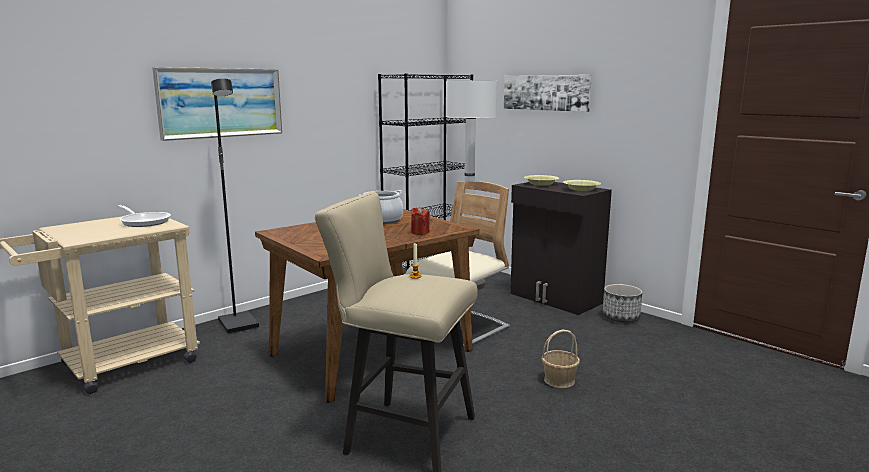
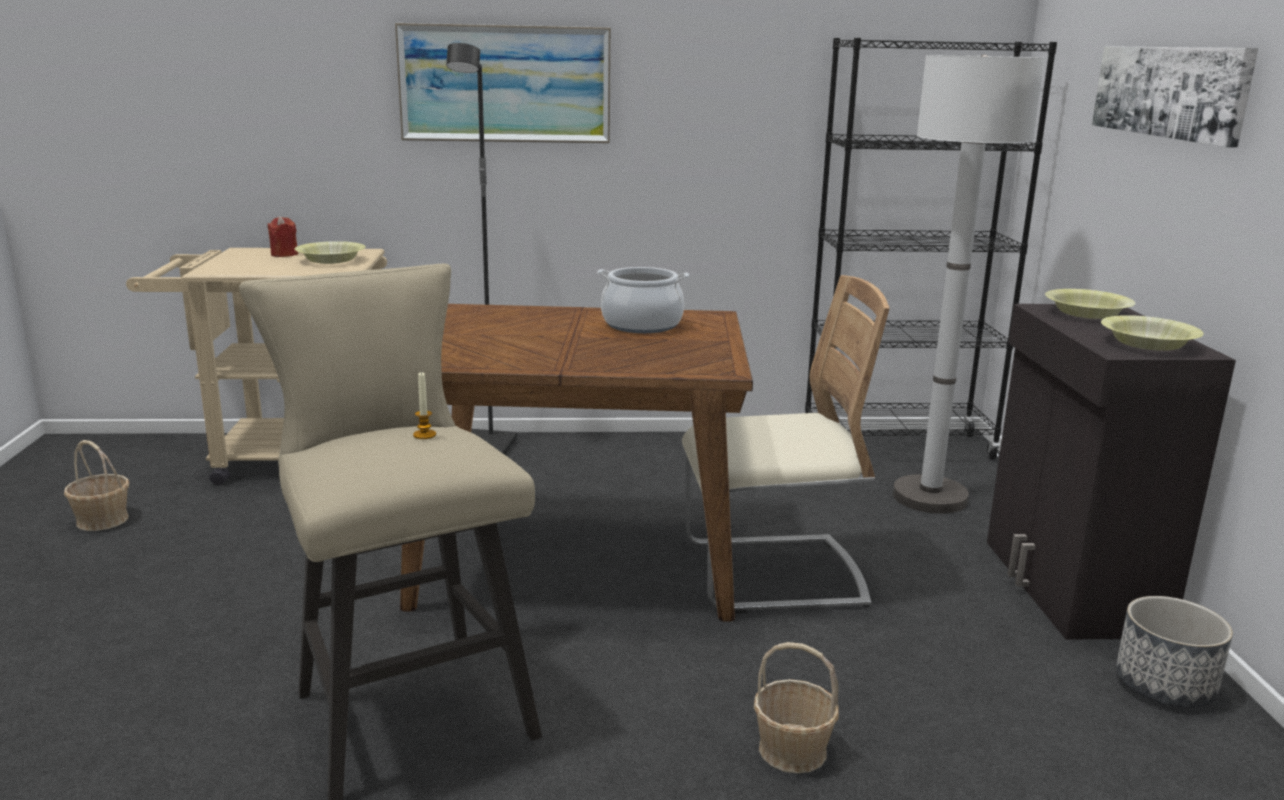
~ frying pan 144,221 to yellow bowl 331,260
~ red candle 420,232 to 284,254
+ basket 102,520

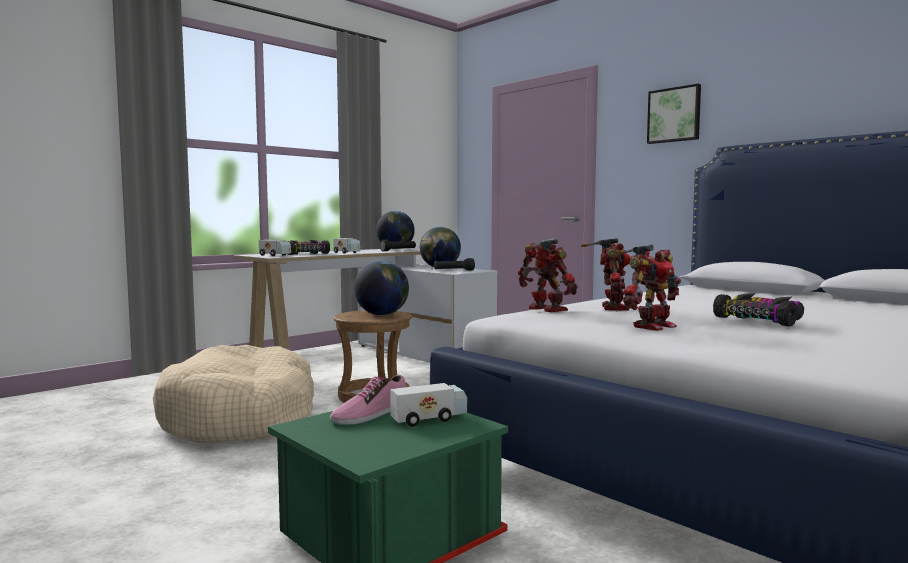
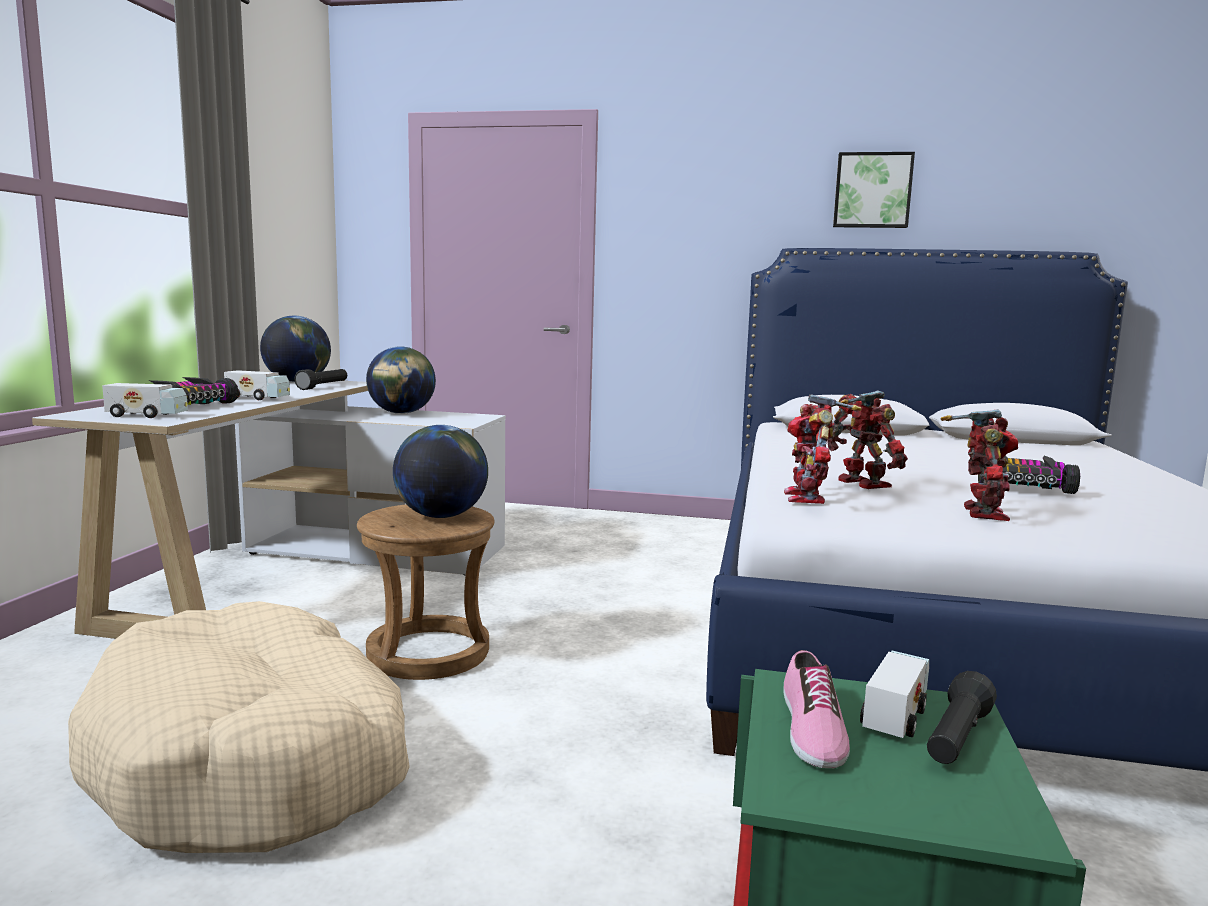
~ black flashlight 454,270 to 956,738
~ toy robot 545,309 = 808,497 105 degrees counterclockwise
~ picture 674,115 to 872,190

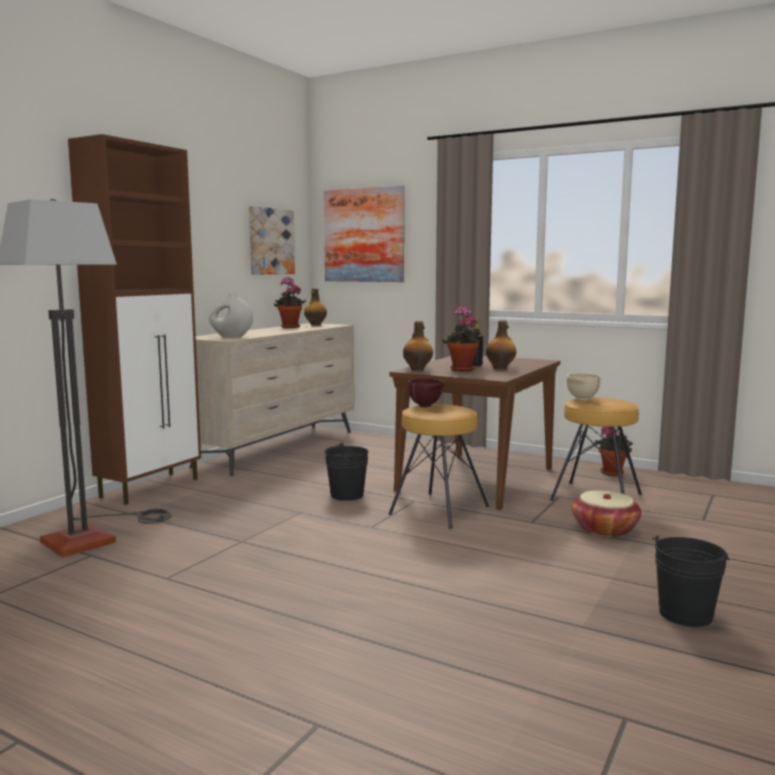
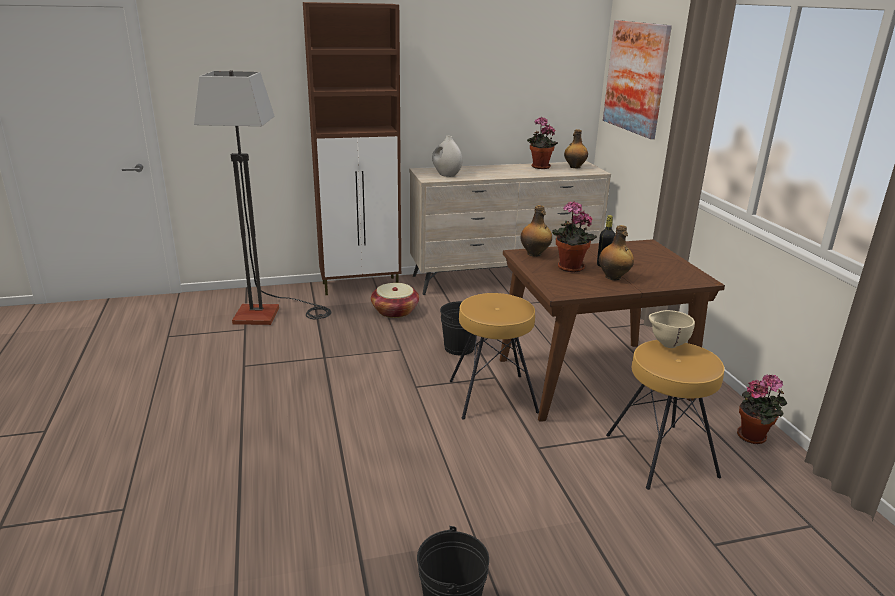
- picture 271,241
- brown bowl 426,406
~ basket 604,529 to 395,311

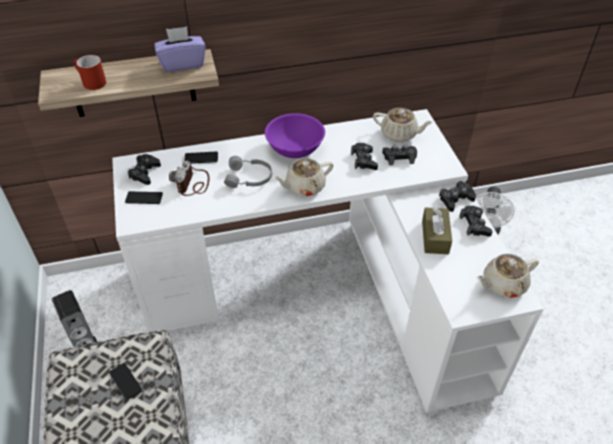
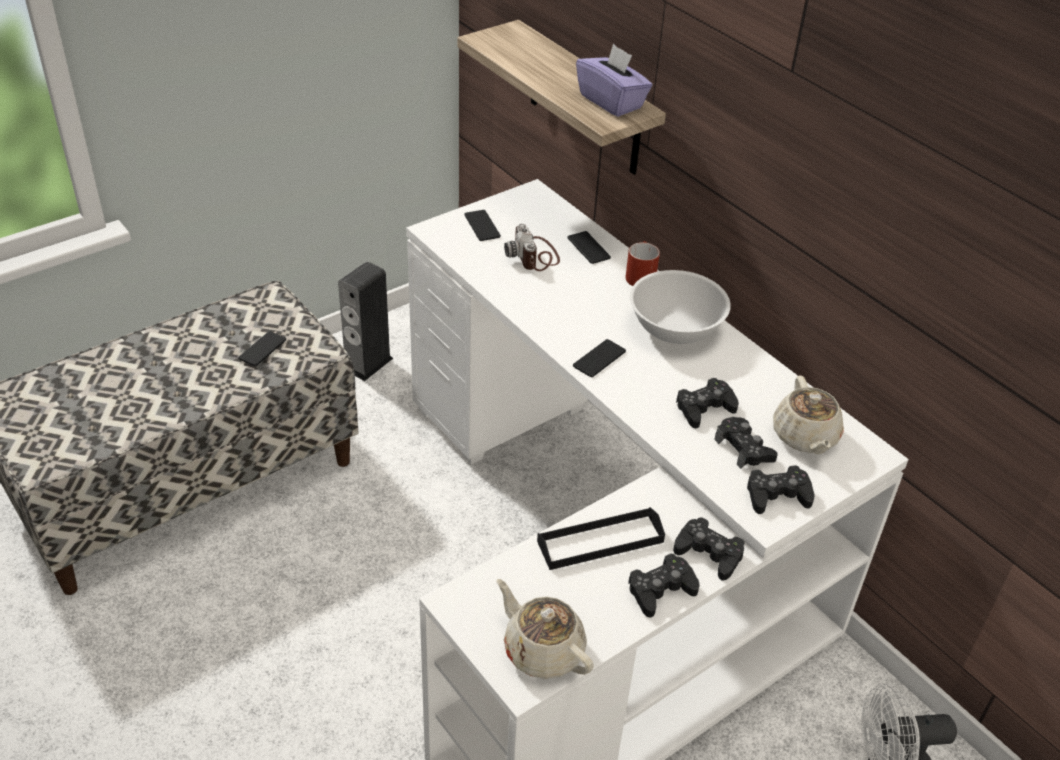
~ red mug 90,82 to 639,275
~ black game controller 145,173 to 777,495
~ photo camera 192,183 = 534,256 90 degrees counterclockwise
- grey headphones 249,178
~ purple bowl 295,149 to white bowl 674,328
~ beige teapot 304,186 to phone 599,359
~ brown tissue box 435,237 to black tray 600,542

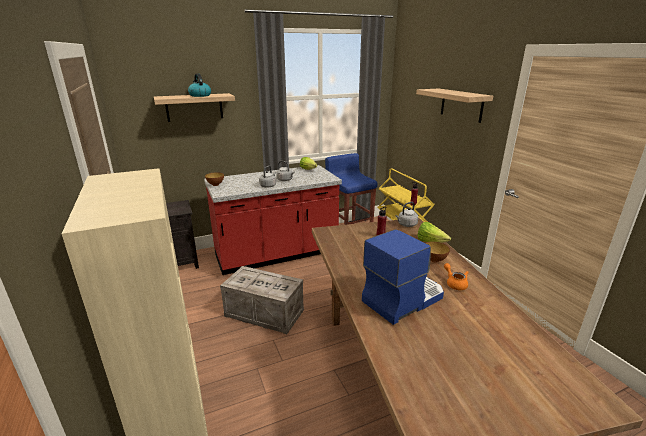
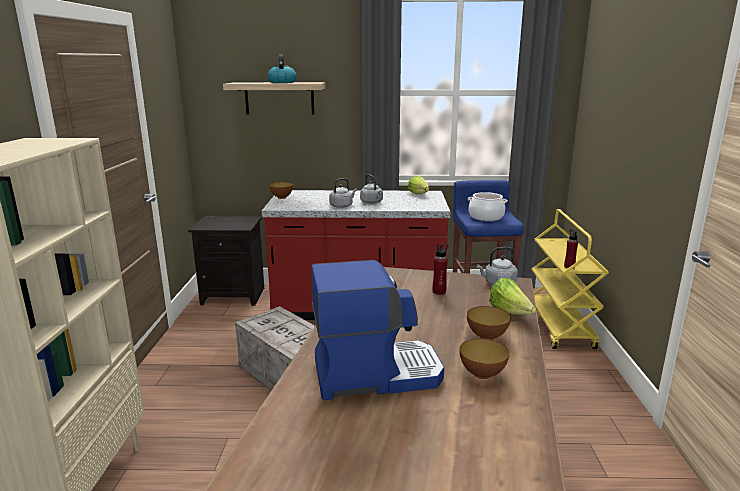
- shelf 461,105
~ orange teapot 455,283 to bowl 482,374
+ cooking pot 485,217

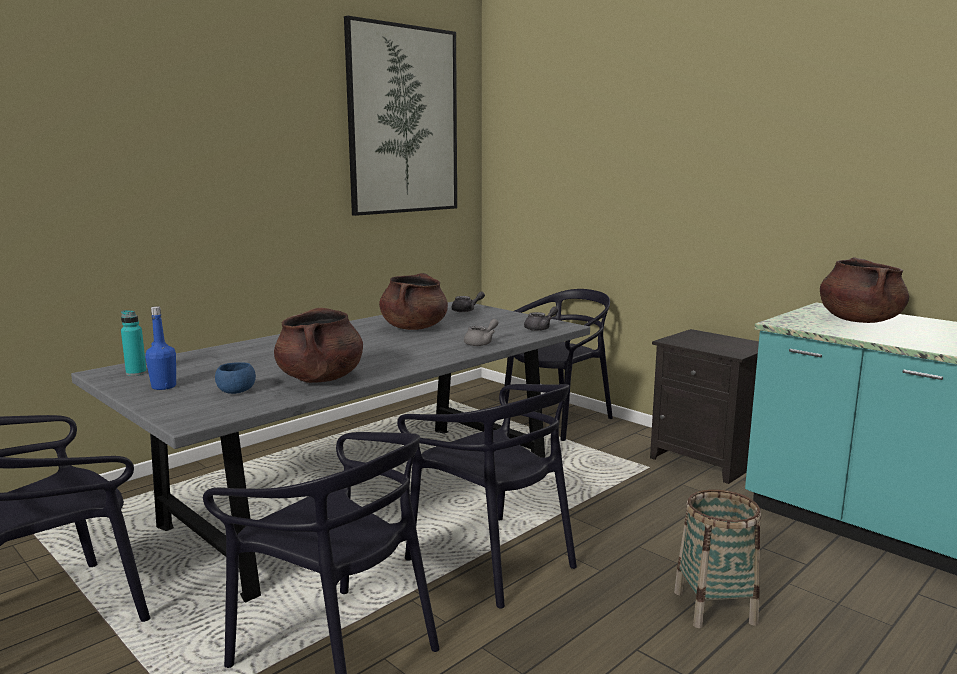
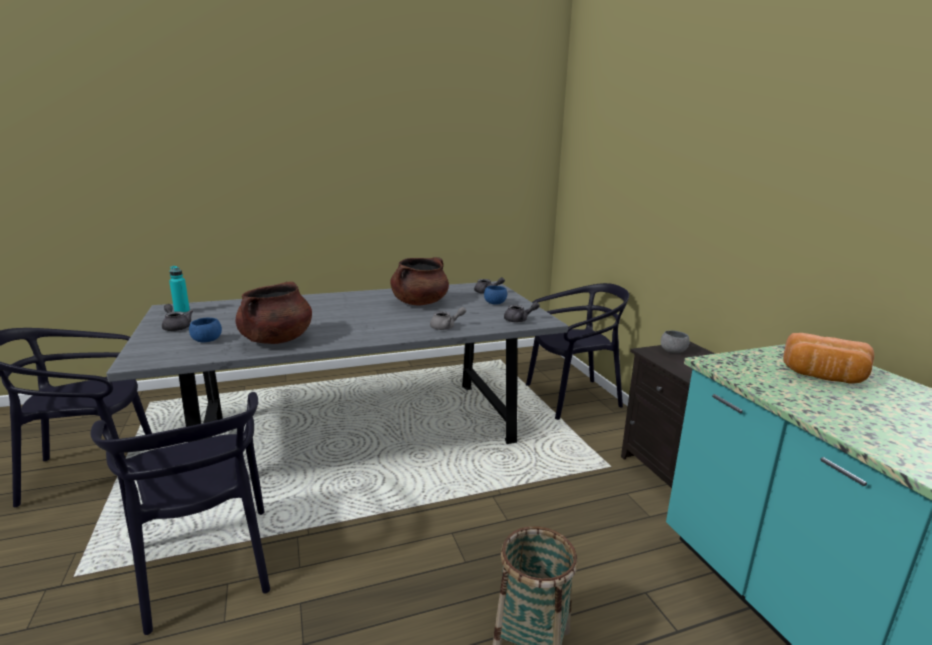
~ blue bottle 164,386 to grey teapot 176,327
- picture 403,120
- black chair 492,560
~ brown cooking pot 859,320 to bread 823,377
+ blue bowl 495,303
+ grey bowl 673,351

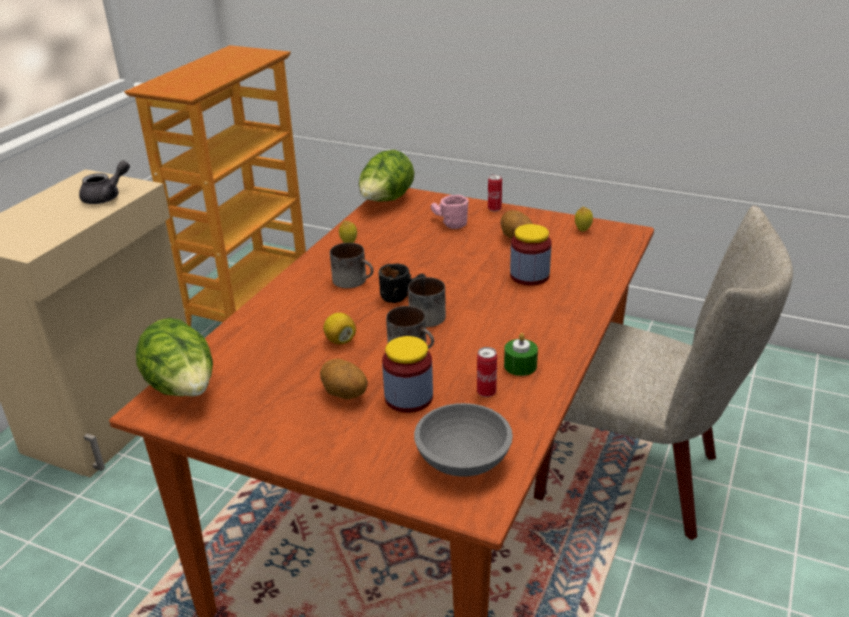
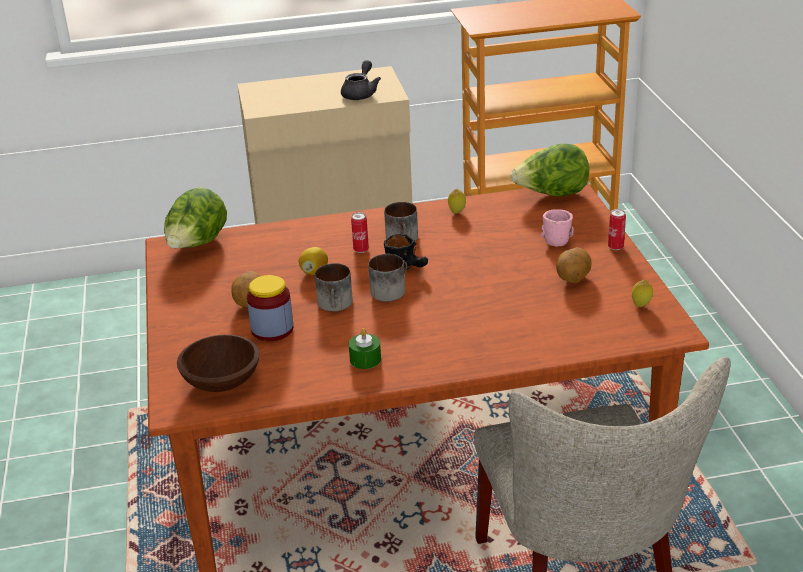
~ grey teapot 107,197 = 360,94 75 degrees counterclockwise
~ grey bowl 462,461 to brown bowl 220,381
~ can 486,392 to 361,250
- jar 529,276

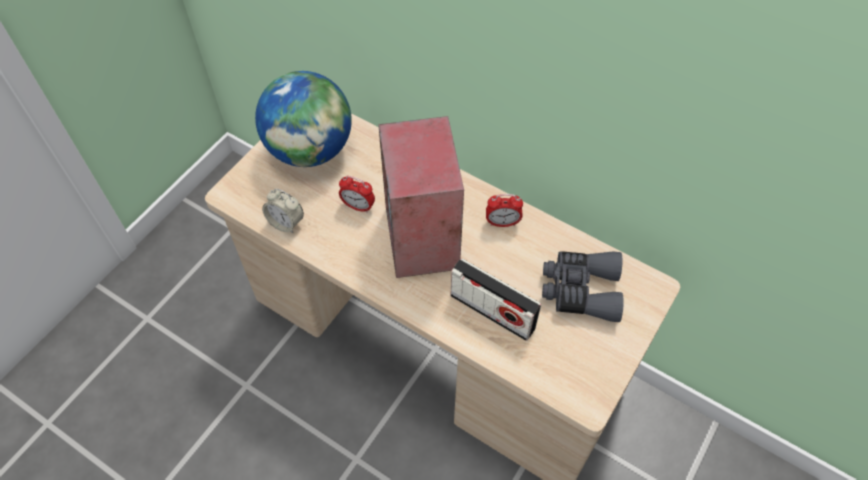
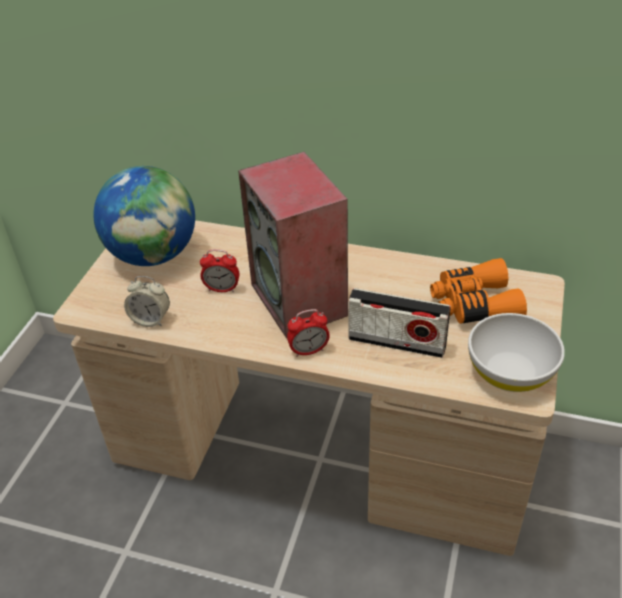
~ alarm clock 502,223 to 309,351
~ grey binoculars 580,290 to orange binoculars 473,304
+ white bowl 511,371

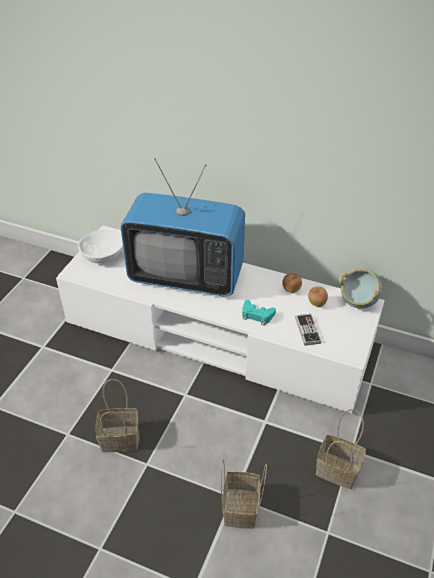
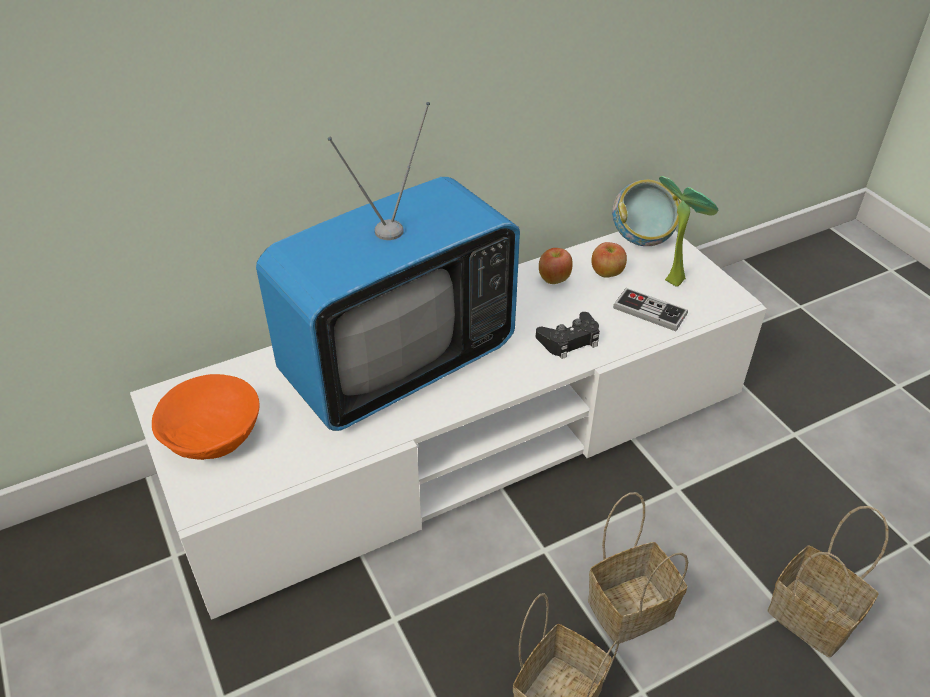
~ white bowl 103,256 to orange bowl 215,436
~ turquoise game controller 257,315 to black game controller 569,340
~ basket 339,470 to 632,606
+ potted plant 674,277

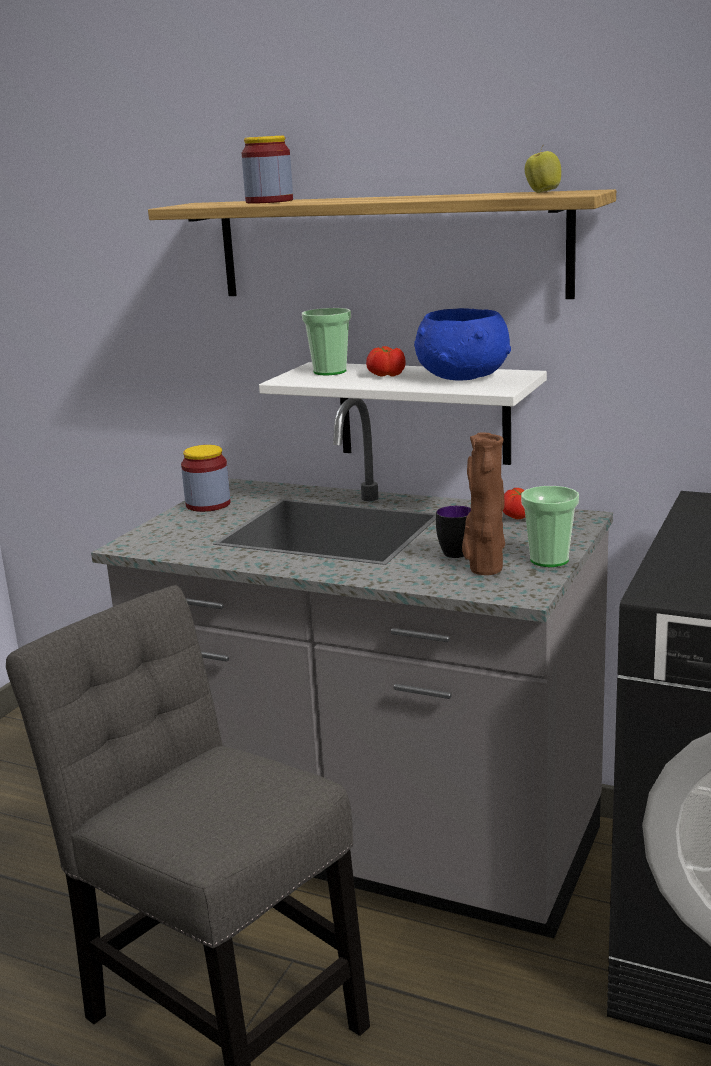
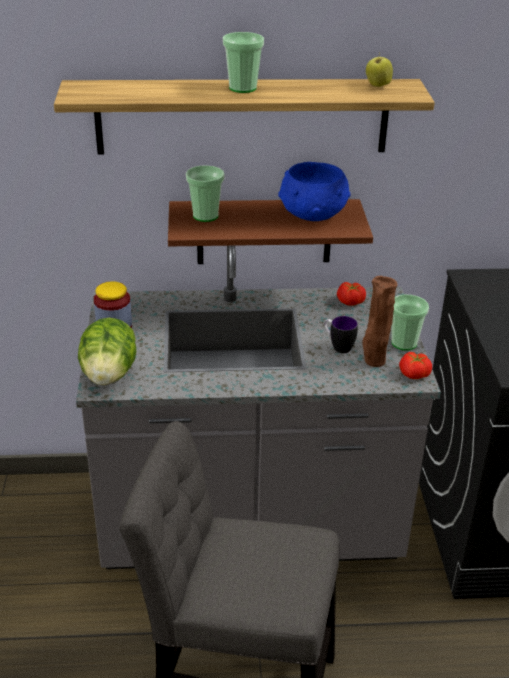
- jar 269,201
~ white shelf 423,412 to brown shelf 264,231
~ tomato 386,375 to 414,374
+ lettuce 109,375
+ cup 242,88

